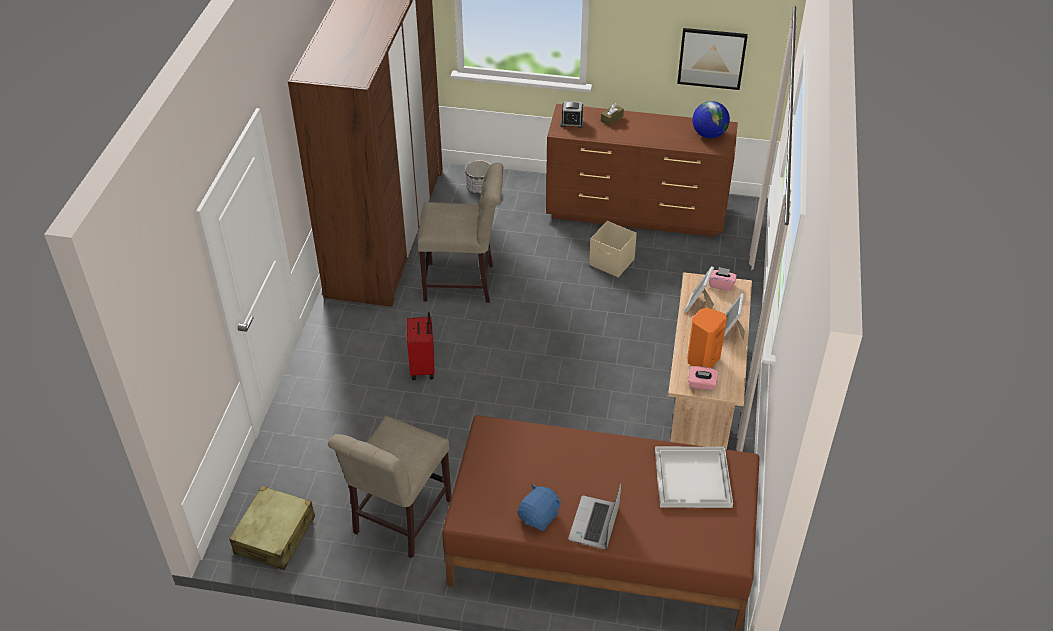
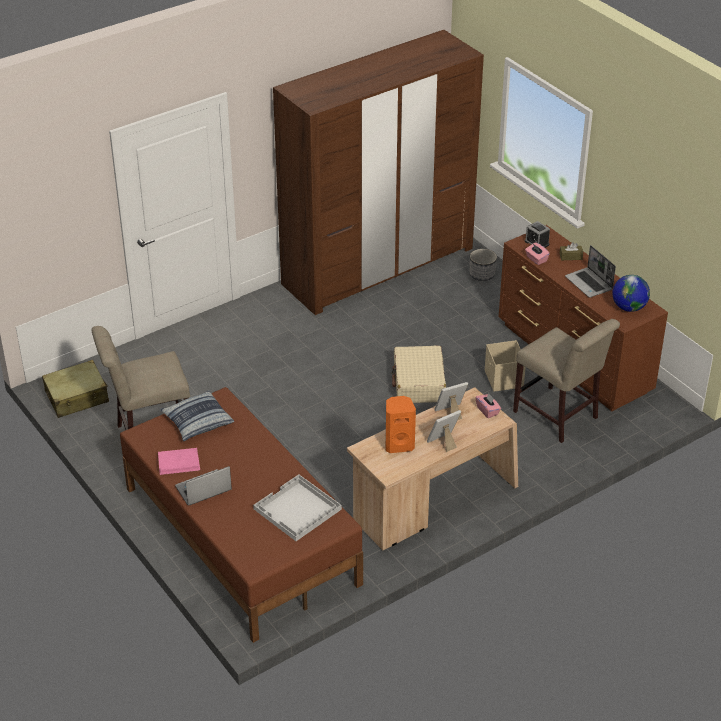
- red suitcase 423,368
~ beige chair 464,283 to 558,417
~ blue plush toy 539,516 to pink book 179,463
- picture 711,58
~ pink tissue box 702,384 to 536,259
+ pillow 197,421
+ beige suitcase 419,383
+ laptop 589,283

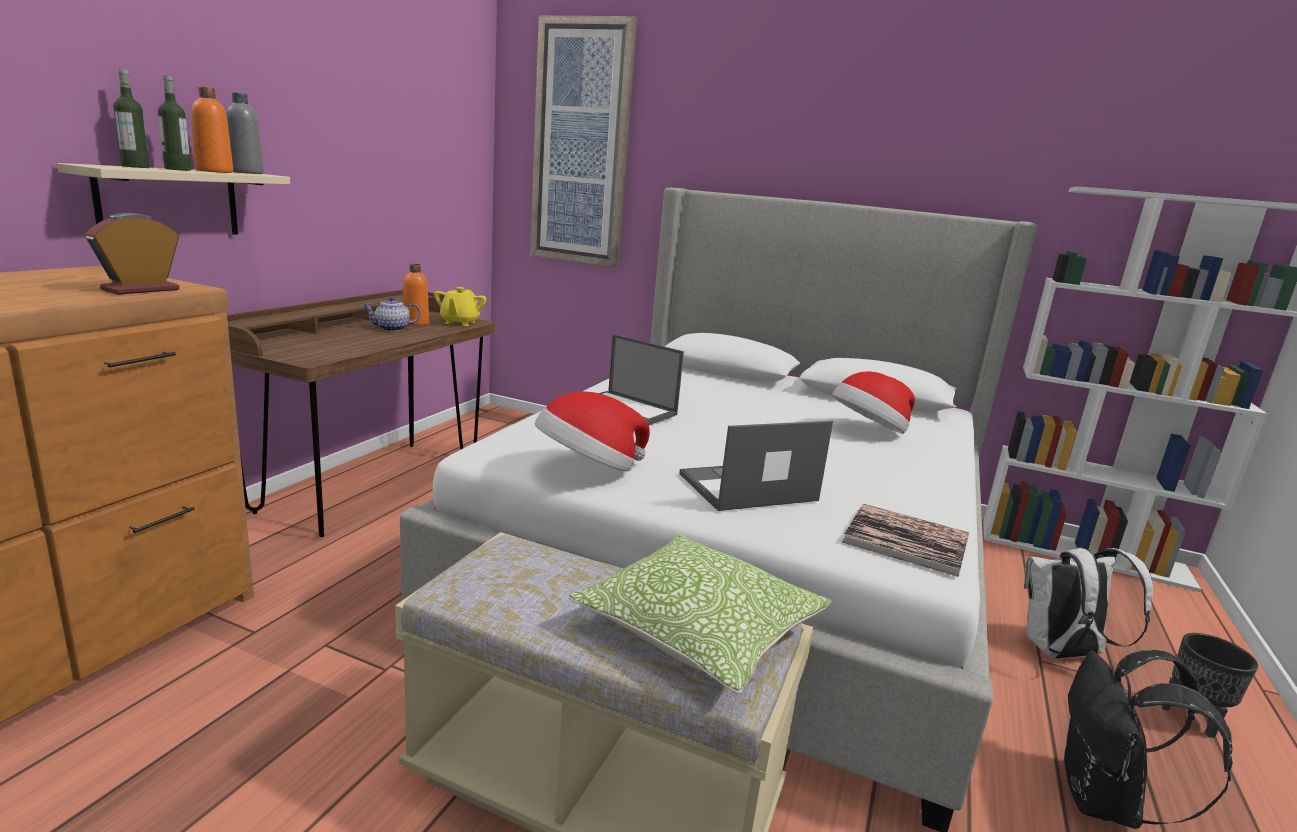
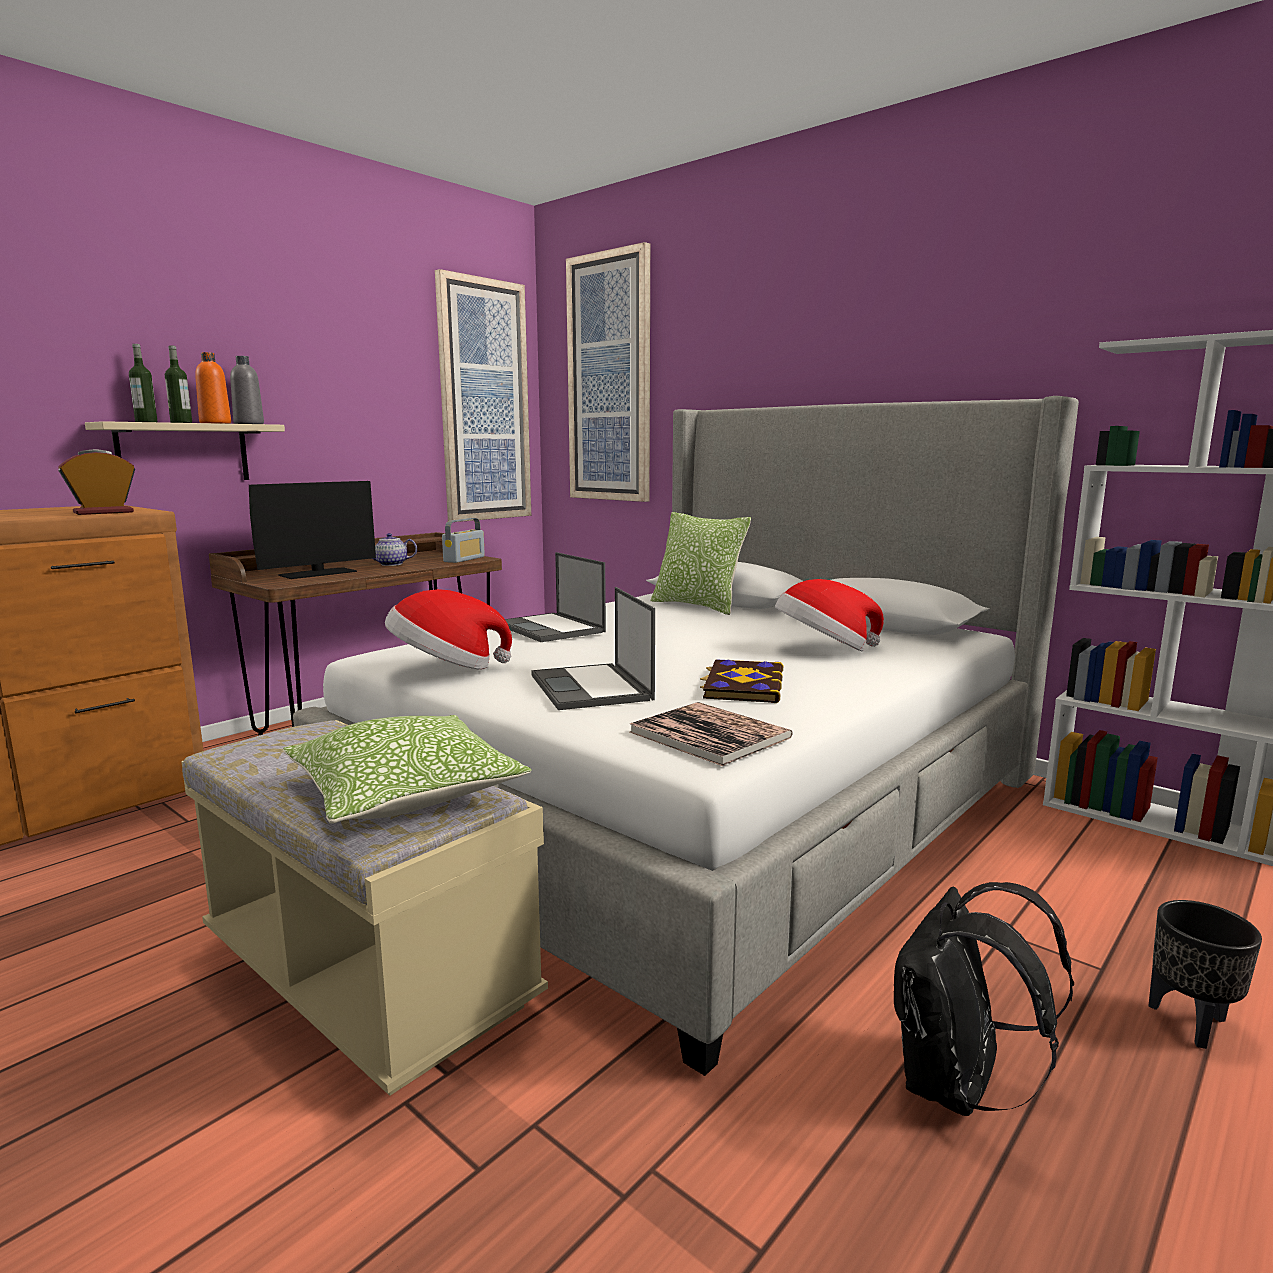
- orange bottle 416,323
~ yellow teapot 459,322 to radio 464,559
~ laptop 746,488 = 591,688 105 degrees counterclockwise
- white backpack 1061,653
+ monitor 318,573
+ picture 484,402
+ pillow 697,606
+ book 742,684

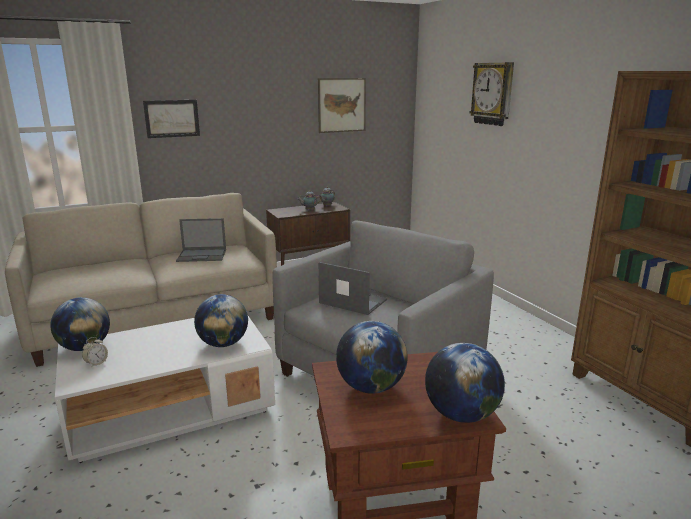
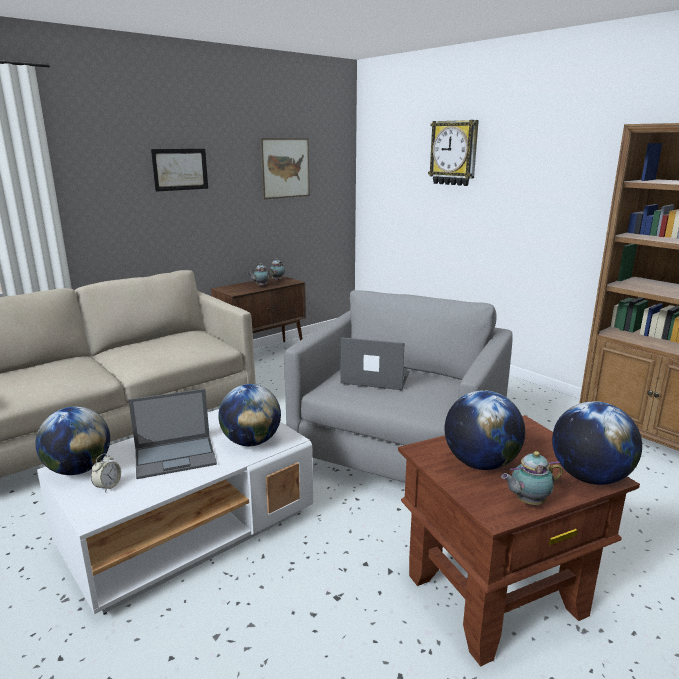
~ picture 172,118 to 180,169
~ laptop 202,255 to 176,456
+ teapot 527,502

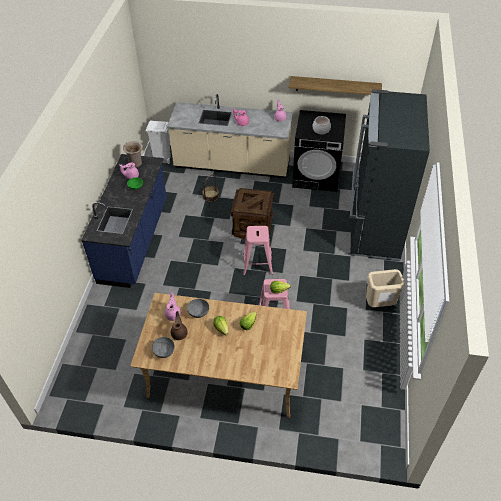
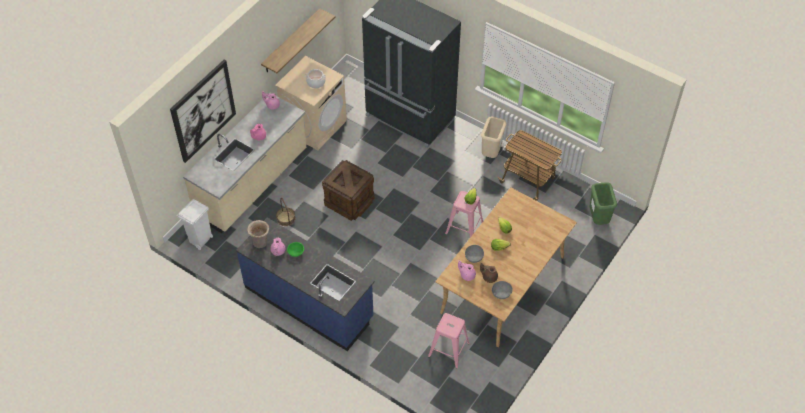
~ pink stool 257,263 to 448,350
~ black washing machine 316,175 to beige washing machine 314,125
+ picture 203,111
+ cart 528,181
+ green trash can 598,219

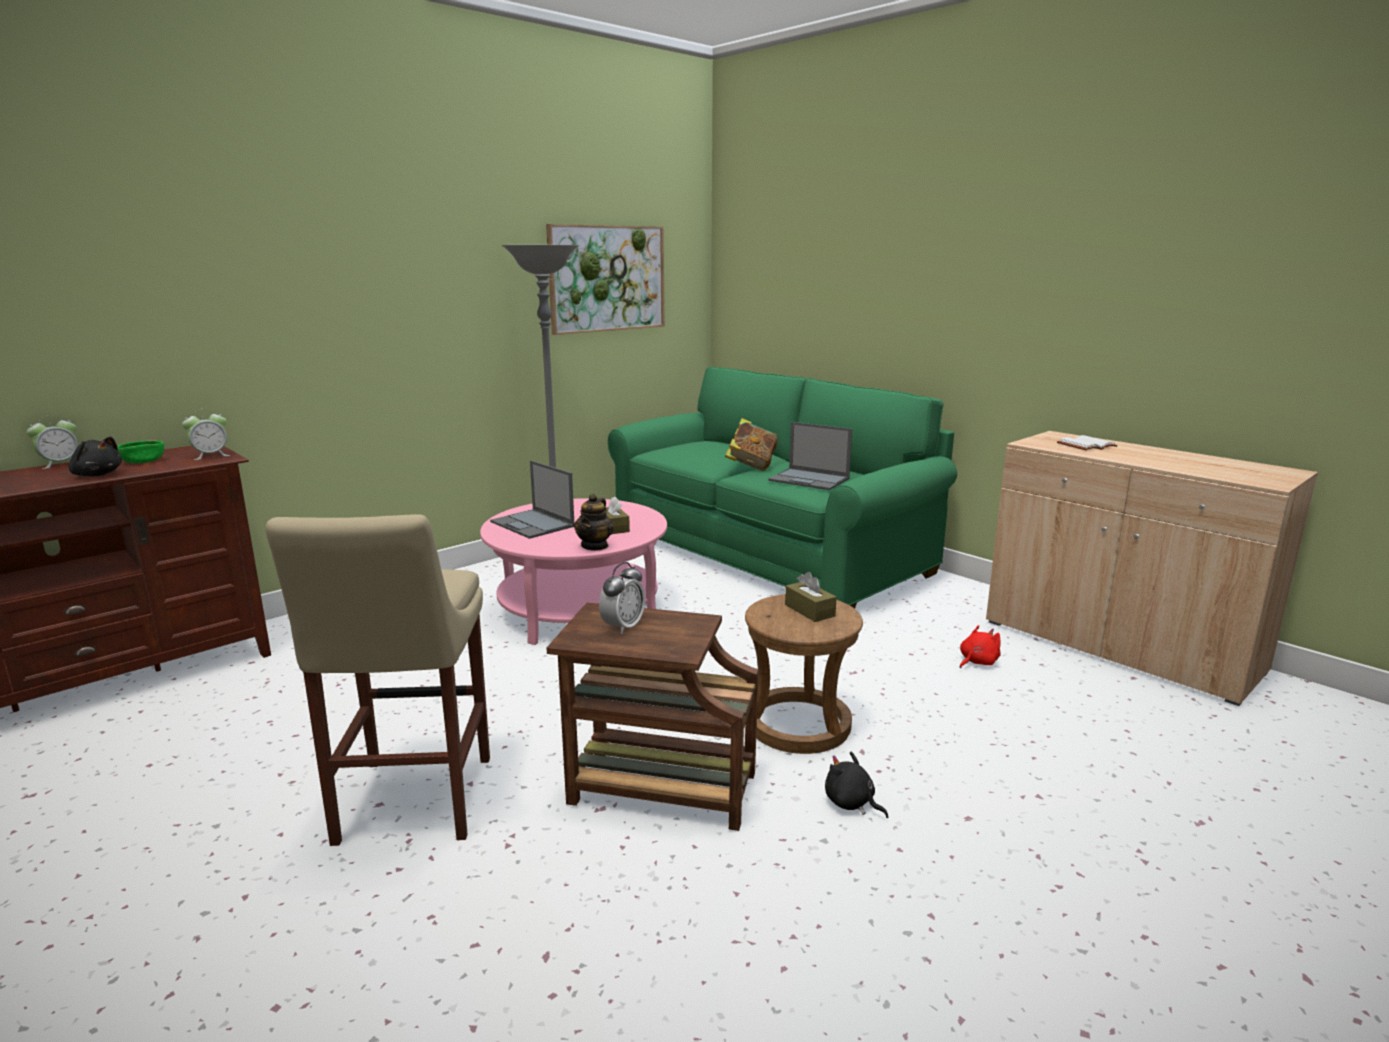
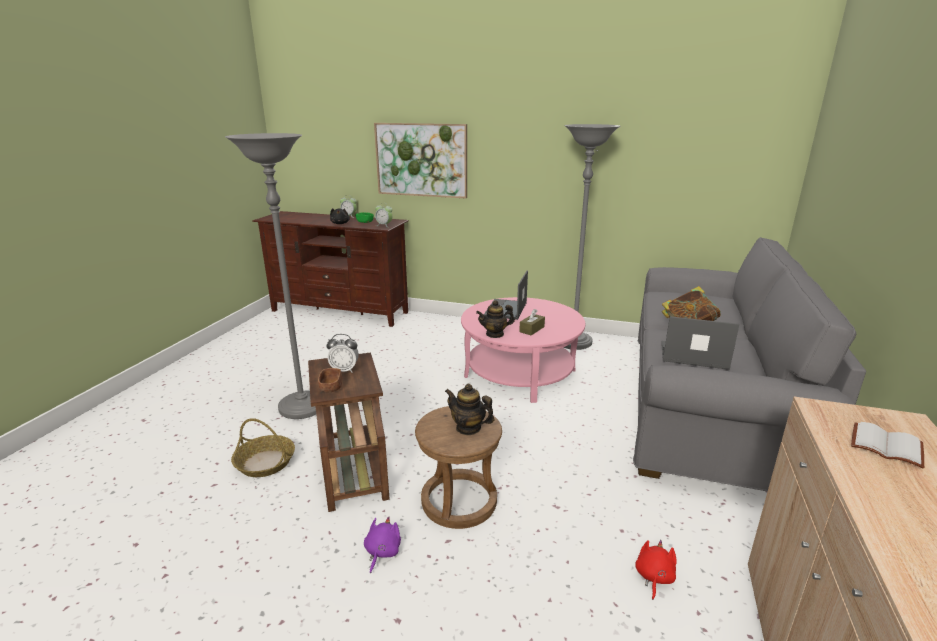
~ beige stool 412,804 to grey floor lamp 302,407
~ picture 607,278 to 421,160
~ green sofa 768,553 to grey sofa 706,407
~ laptop 810,479 = 692,355 105 degrees clockwise
~ brown tissue box 809,610 to teapot 468,428
~ black plush toy 851,803 to purple plush toy 382,552
~ red plush toy 977,662 = 653,577 90 degrees counterclockwise
+ basket 265,463
+ brown bowl 331,387

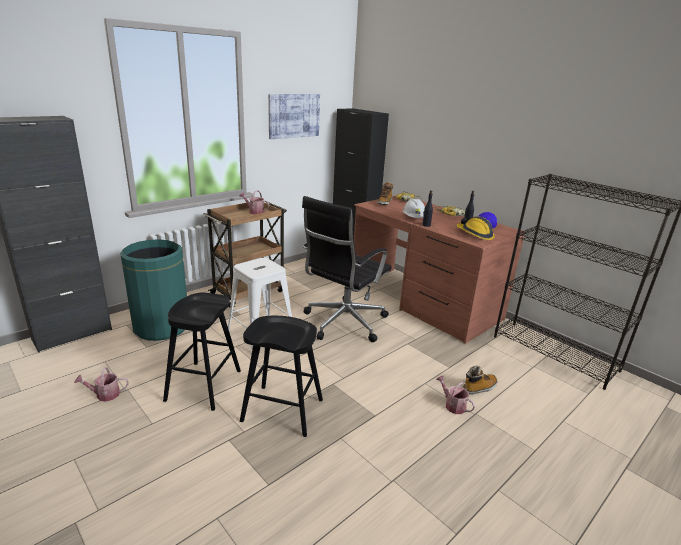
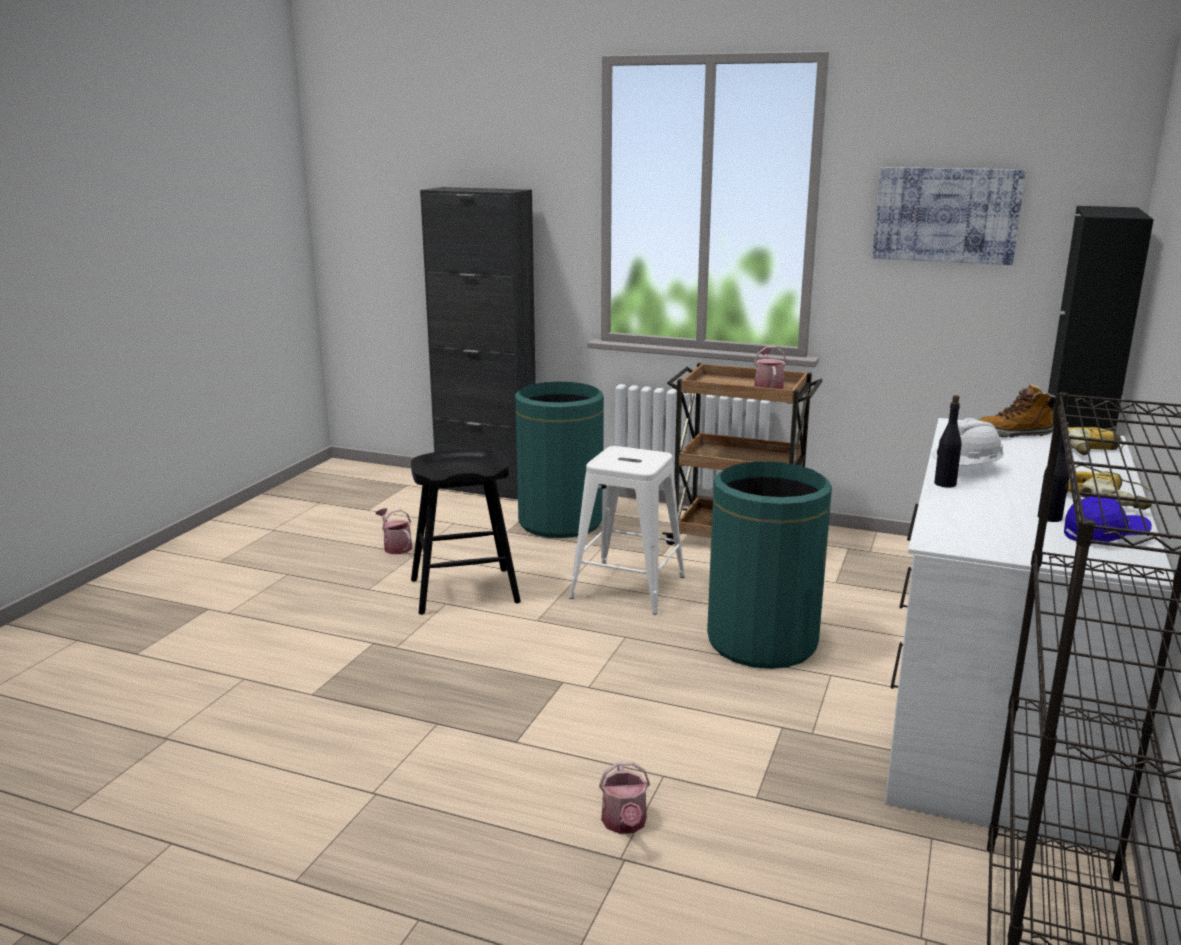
- black stool 282,410
~ black office chair 343,322 to green trash can 761,642
~ brown desk 423,301 to white desk 997,710
~ watering can 452,405 = 625,824 150 degrees clockwise
- hard hat 475,234
- boot 479,388

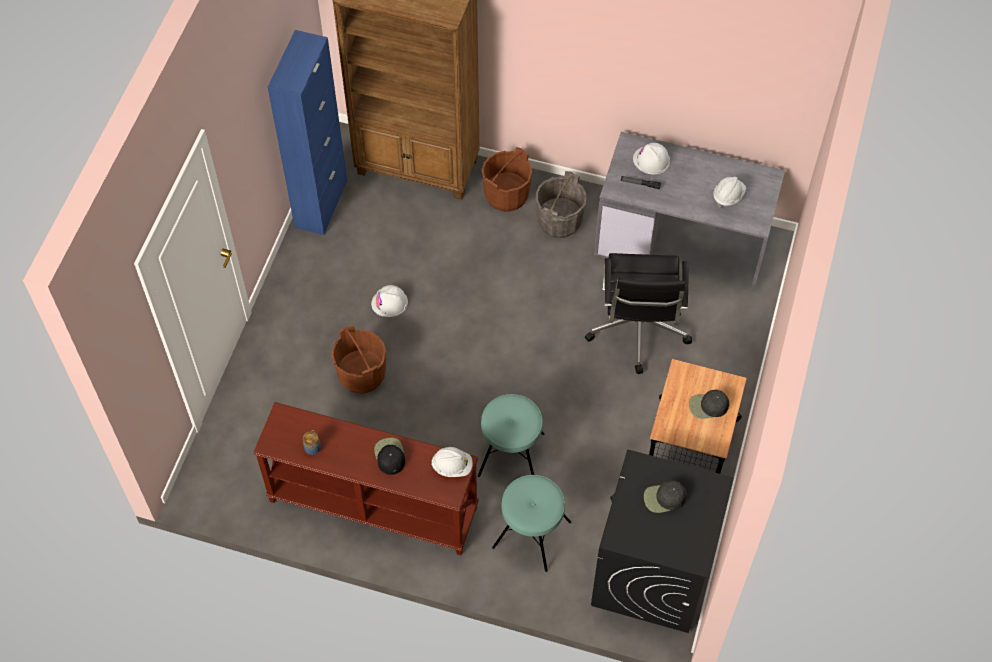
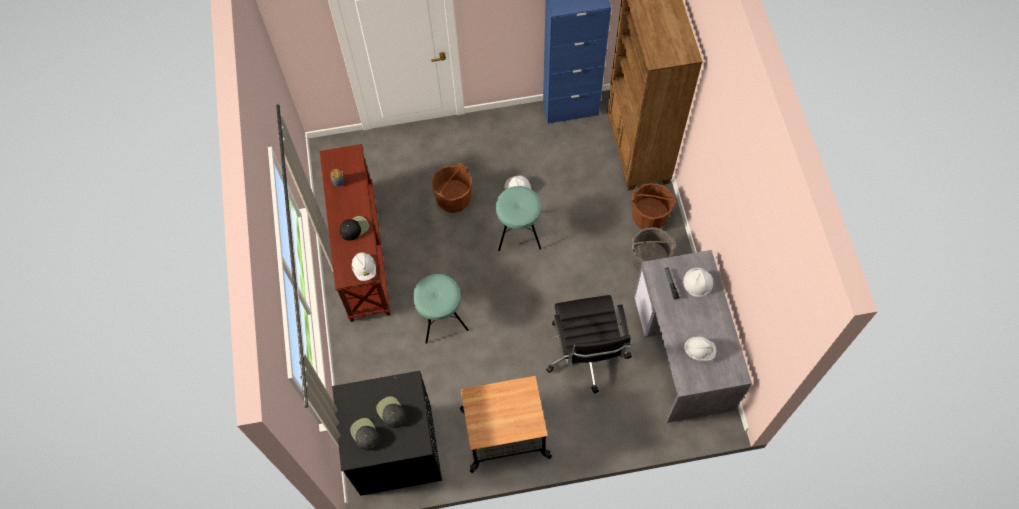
~ turquoise stool 532,534 to 519,231
~ black office chair 637,330 = 586,354 75 degrees counterclockwise
~ black cap 708,406 to 365,434

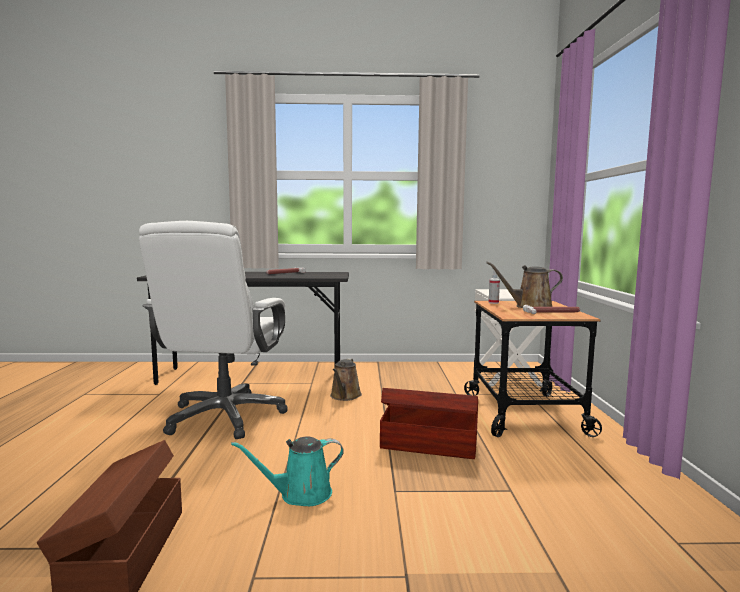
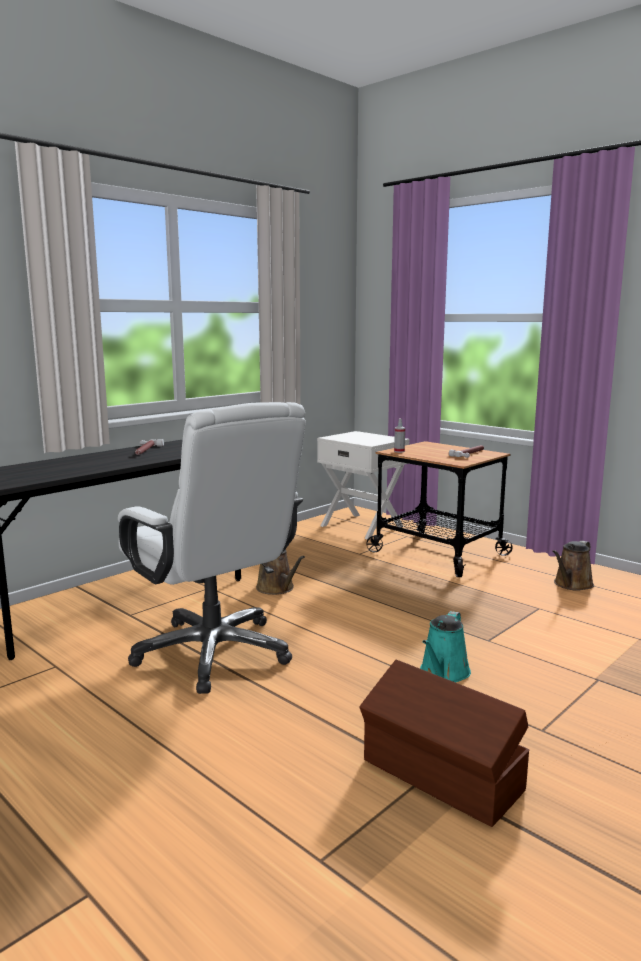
- brown storage box 428,443
~ brown watering can 530,306 to 571,585

